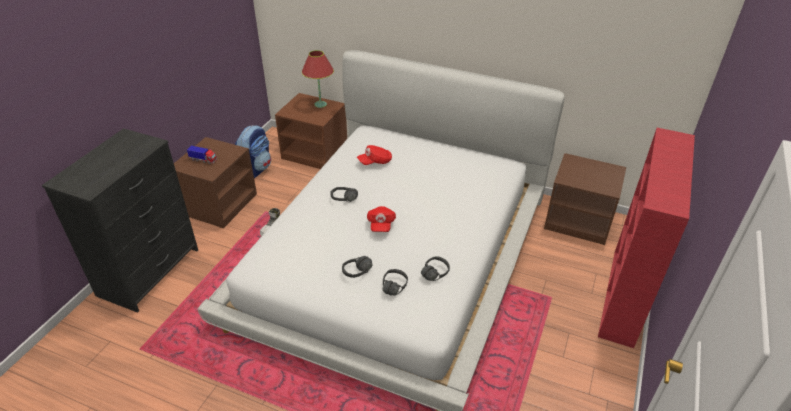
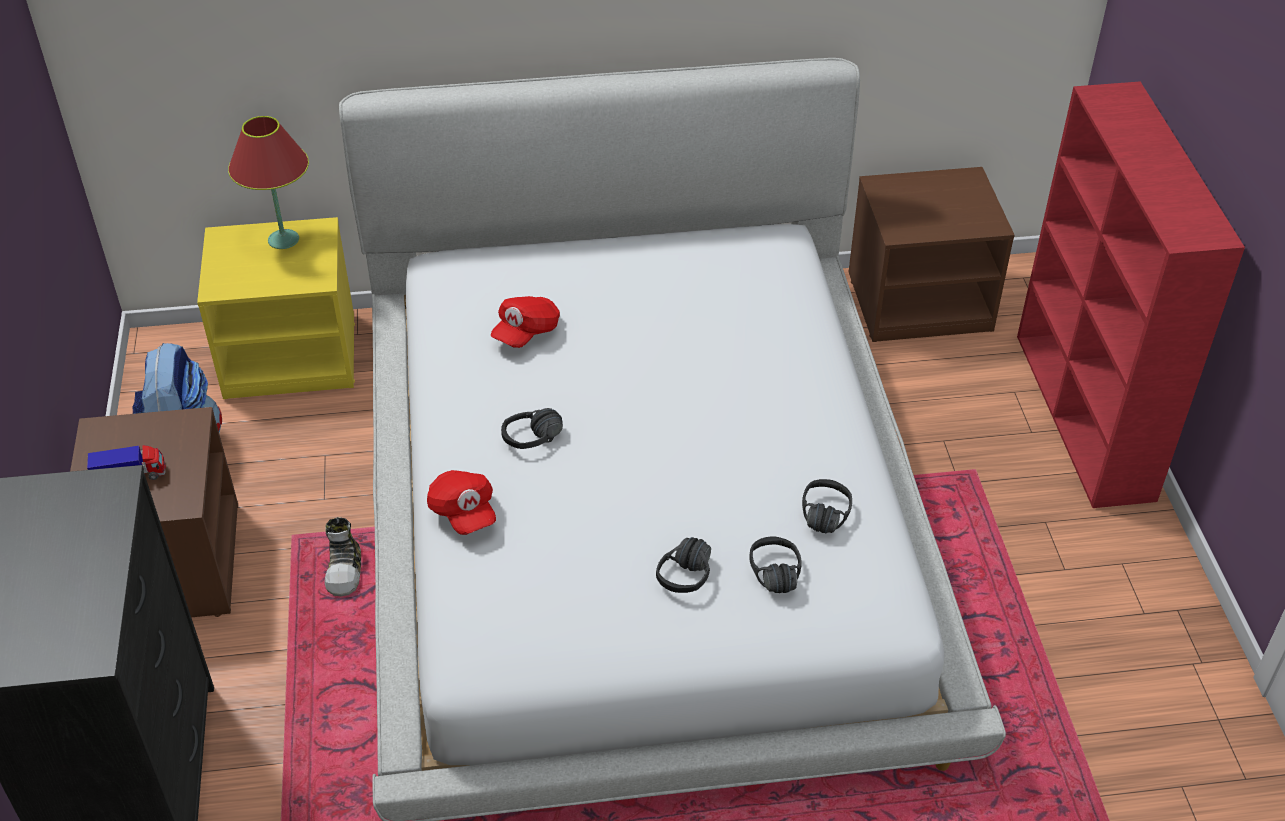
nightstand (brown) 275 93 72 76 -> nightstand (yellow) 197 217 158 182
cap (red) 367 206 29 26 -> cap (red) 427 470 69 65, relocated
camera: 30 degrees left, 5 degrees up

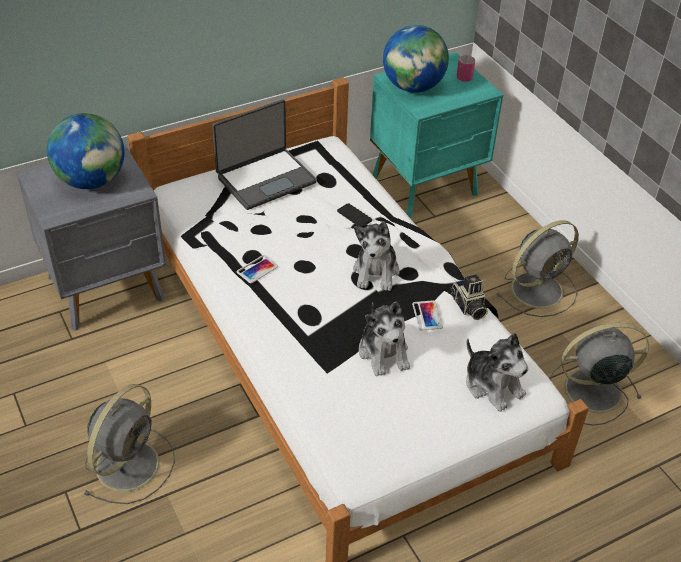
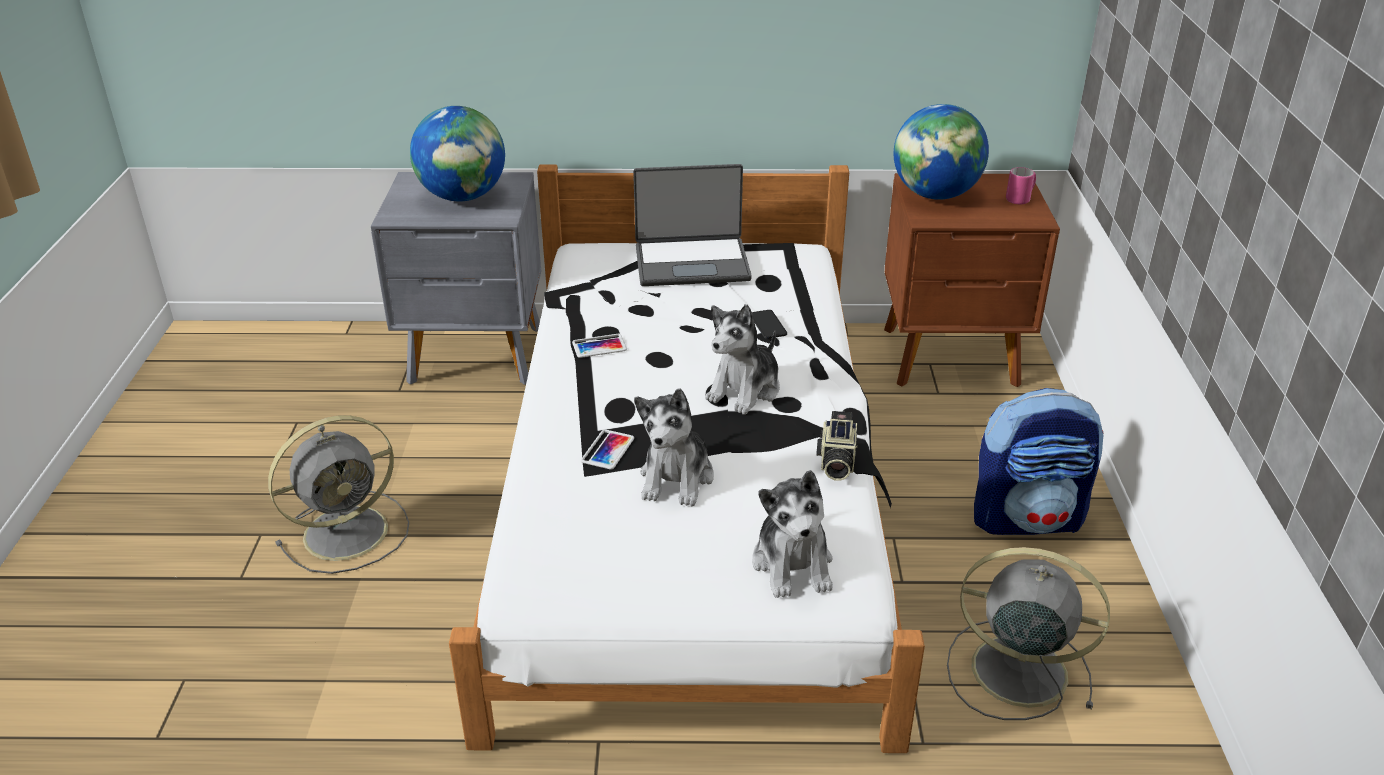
phone 412 300 31 31 -> phone 581 429 53 41, relocated
nightstand (turquoise) 370 52 133 167 -> nightstand (brown) 884 173 176 214
fan (grey) 496 220 83 97 -> backpack 974 388 129 147
camera: 30 degrees right, 10 degrees down

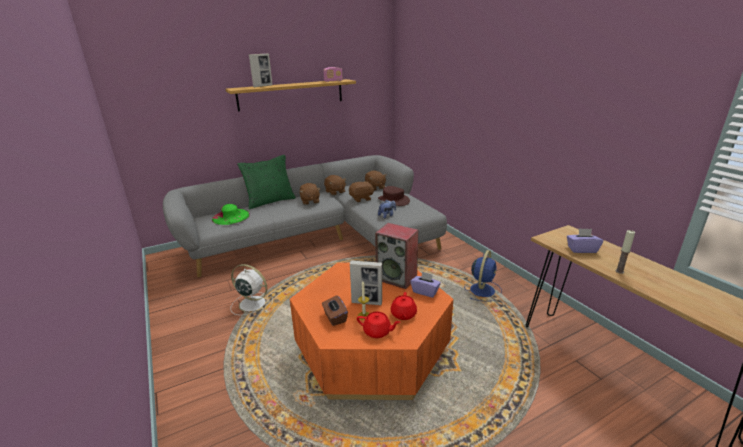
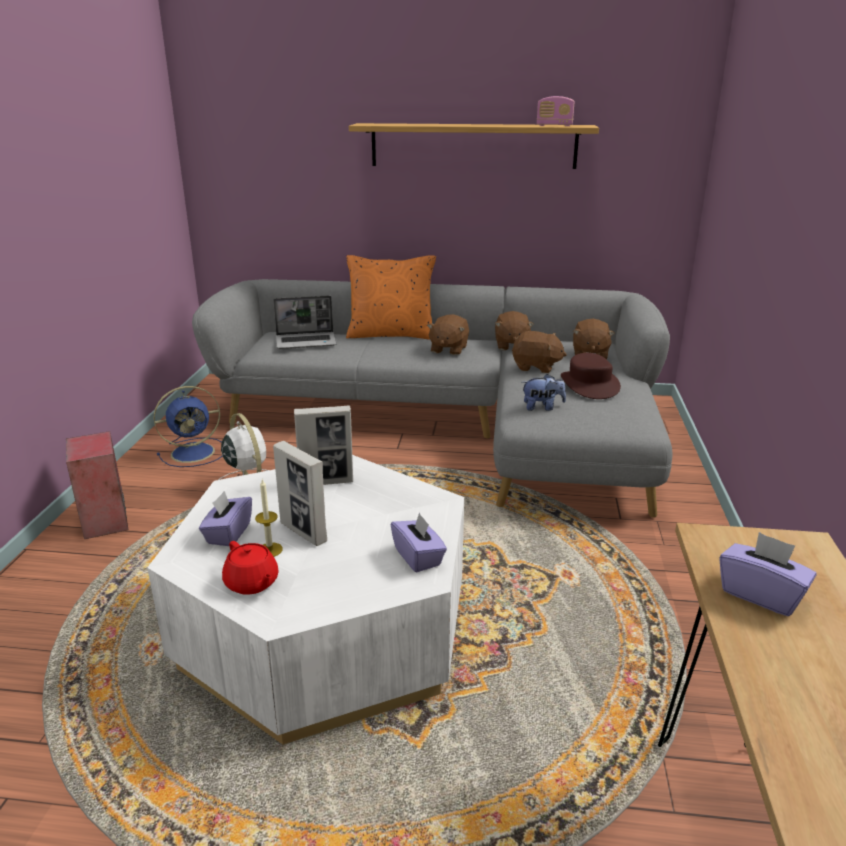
speaker 375 223 44 66 -> speaker 66 431 63 108, relocated
coffee table (orange) 290 262 163 138 -> coffee table (white) 147 455 317 290
fan (blue) 464 250 38 52 -> fan (blue) 154 386 68 81, relocated
tissue box (brown) 322 295 26 31 -> tissue box (purple) 199 491 53 55
hat (green) 212 204 38 21 -> laptop 273 295 64 54
picture frame 249 53 24 34 -> picture frame 294 405 59 80, relocated
pillow (green) 237 155 59 54 -> pillow (orange) 346 255 90 84
teapot (red) 391 292 26 28 -> none
candle 615 230 20 44 -> none
camera: 35 degrees right, 0 degrees up

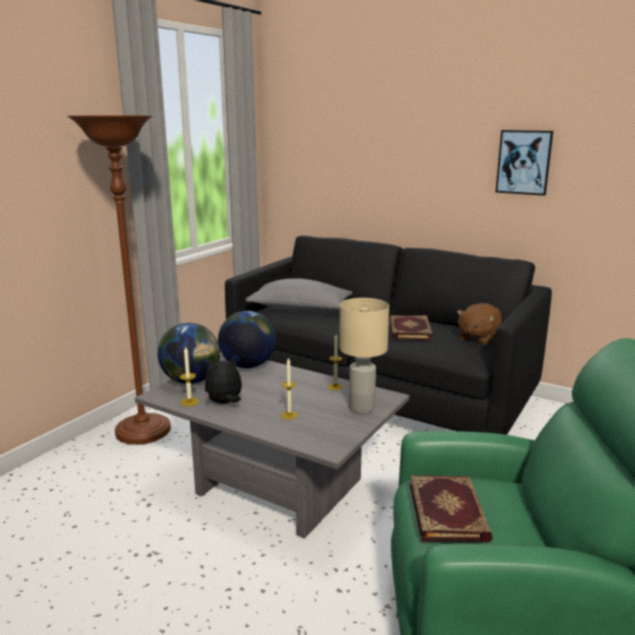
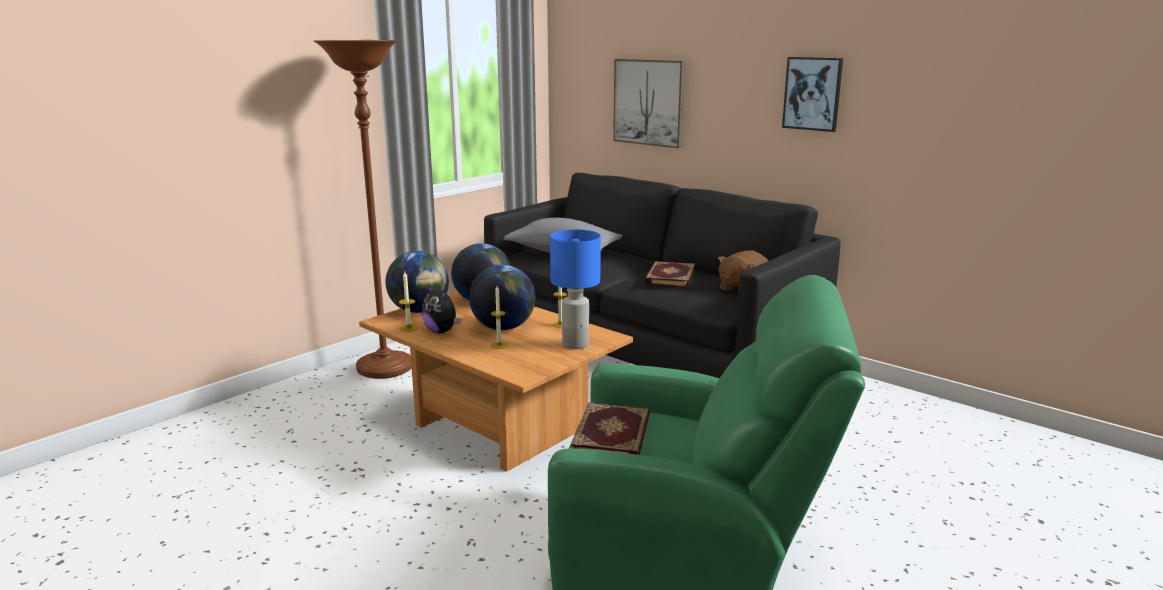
coffee table (grey) 135 354 274 185 -> coffee table (brown) 359 291 274 180
plush toy 205 357 37 47 -> plush toy 422 284 39 49, 120 degrees counterclockwise
none -> globe 469 265 66 65
table lamp (beige) 339 298 50 116 -> table lamp (blue) 550 229 51 120
none -> picture 613 59 73 89
camera: 10 degrees right, 0 degrees up

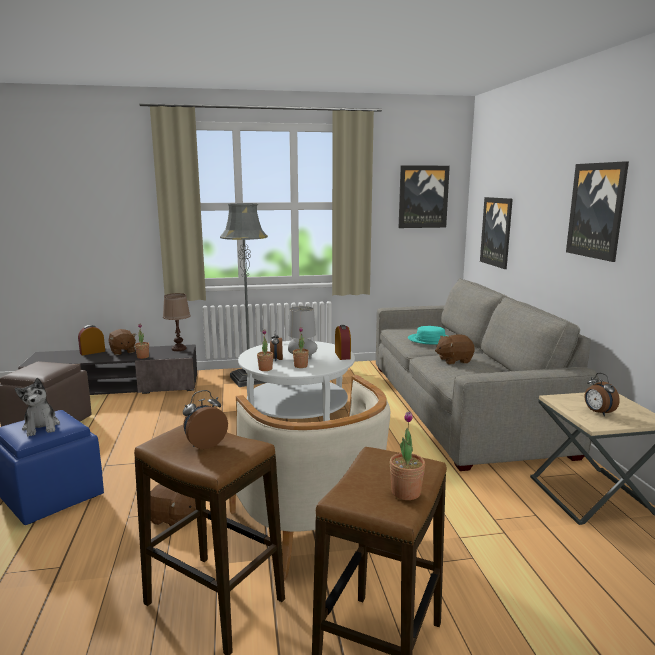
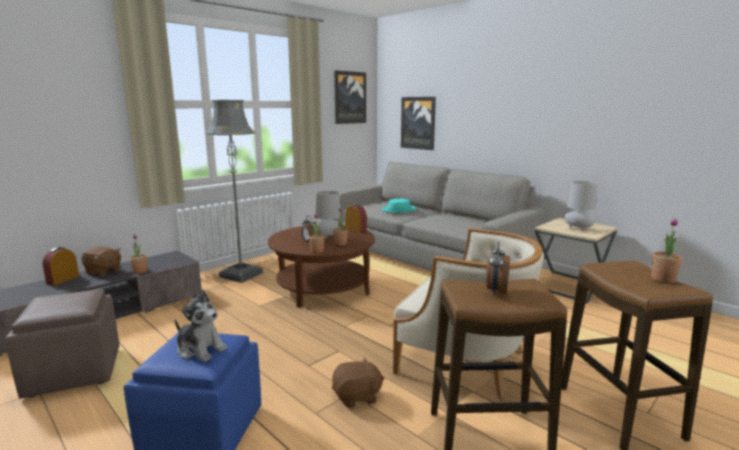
coffee table (white) 238 341 117 80 -> coffee table (brown) 268 225 107 83
alarm clock 585 373 35 43 -> table lamp (grey) 564 181 33 50
table lamp (brown) 163 293 27 58 -> none
plush toy (brown) 435 334 40 30 -> none
picture 566 161 63 101 -> none
camera: 35 degrees left, 0 degrees up

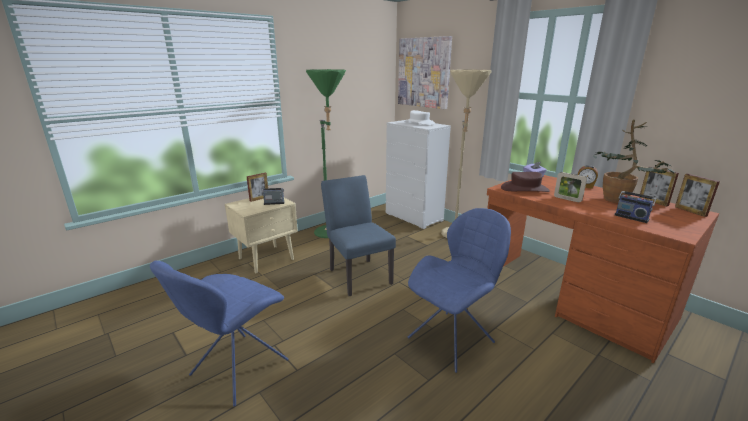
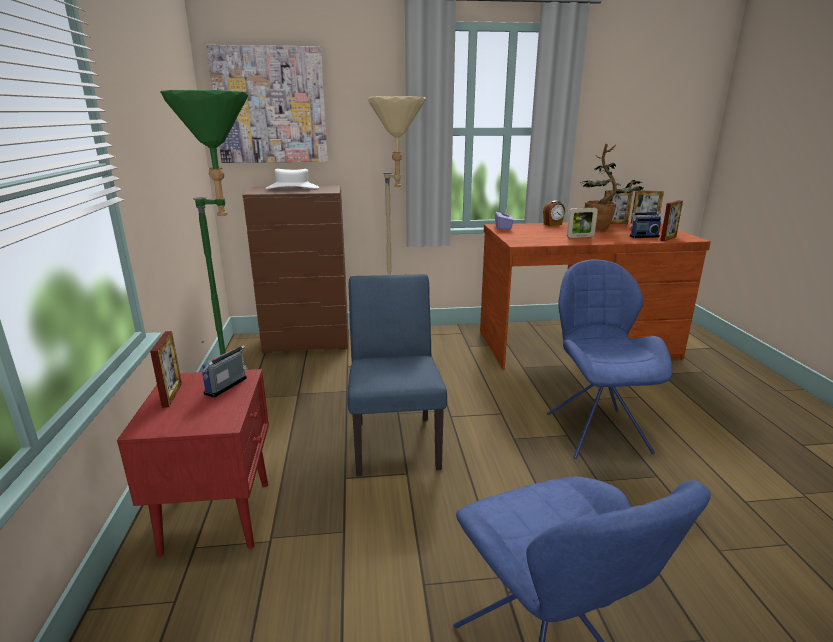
nightstand (beige) 225 198 73 75 -> nightstand (red) 117 369 152 188
dresser (white) 386 120 65 109 -> dresser (brown) 242 186 106 167
chair (blue) 321 175 75 121 -> chair (blue) 348 274 99 202, 75 degrees clockwise
none -> picture frame 660 200 23 41
hat (brown) 501 172 49 20 -> none
camera: 55 degrees left, 0 degrees up

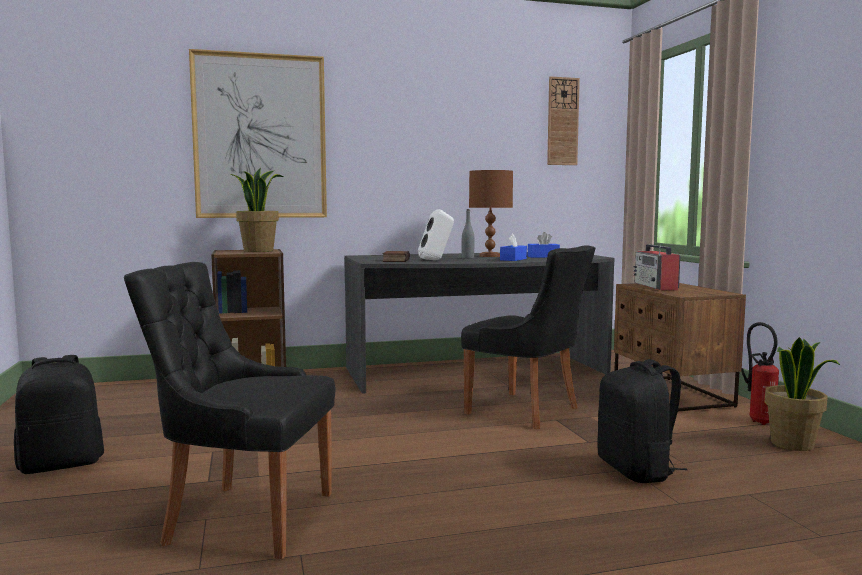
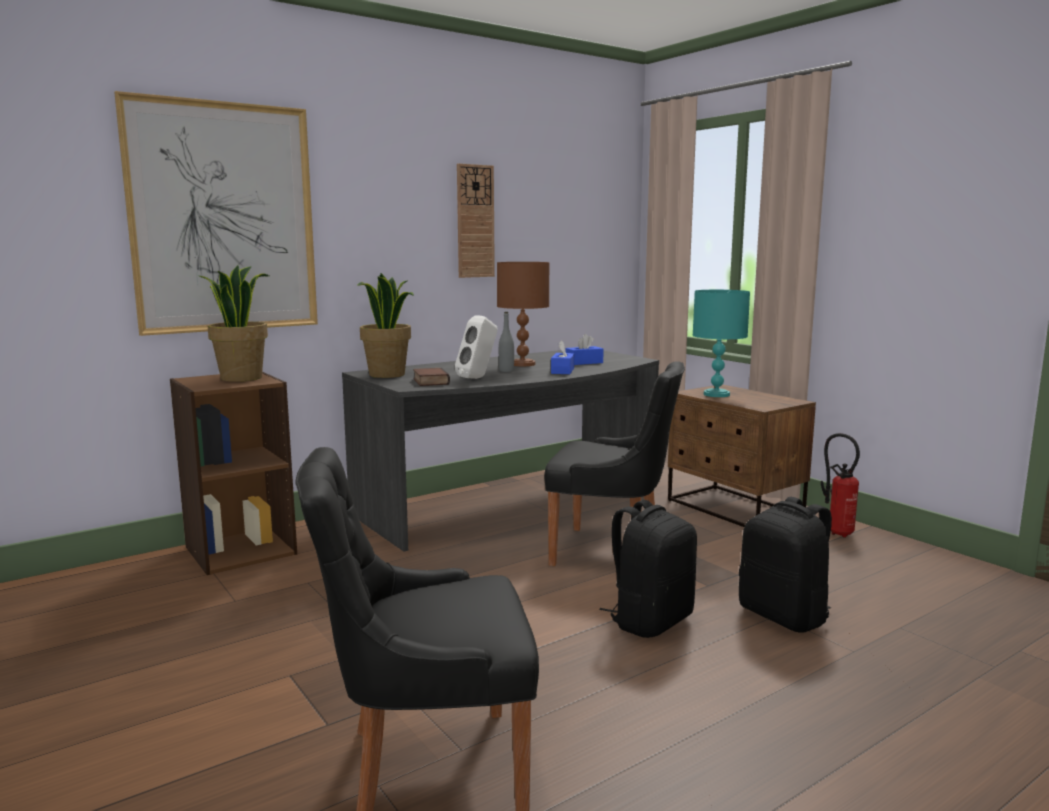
potted plant 765 337 75 114 -> potted plant 358 273 56 105, relocated
wall clock 547 77 33 88 -> wall clock 457 163 38 115, relocated
backpack (black) 14 355 90 119 -> backpack (black) 599 500 98 138, relocated
radio 633 244 47 47 -> table lamp (turquoise) 693 290 57 107
camera: 20 degrees left, 5 degrees up

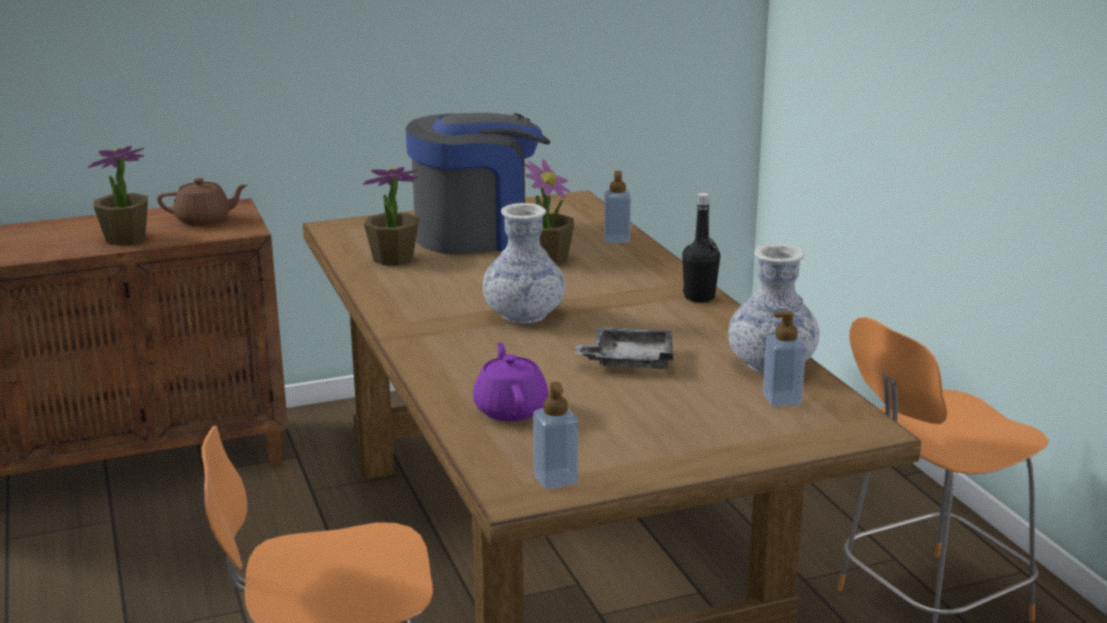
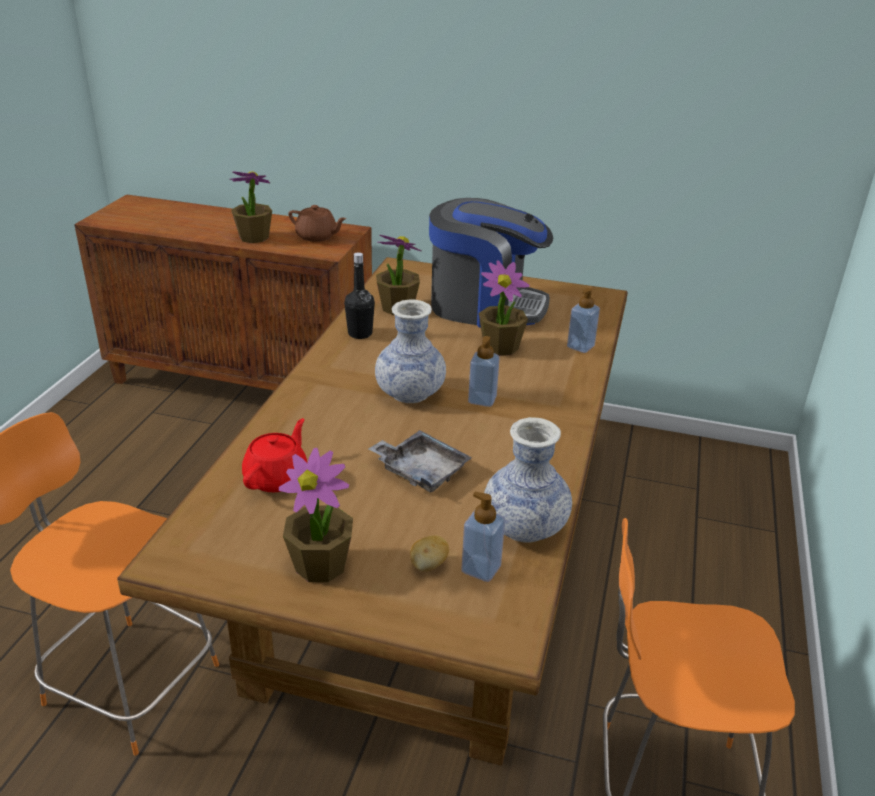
teapot (purple) 473 342 76 79 -> teapot (red) 242 418 65 74
none -> potted plant 279 448 74 134
bottle (black) 682 193 38 110 -> bottle (black) 344 252 31 87, relocated
none -> potato 410 535 39 36
soap dispenser 533 382 45 107 -> soap dispenser 468 336 32 71, relocated
camera: 35 degrees right, 10 degrees up

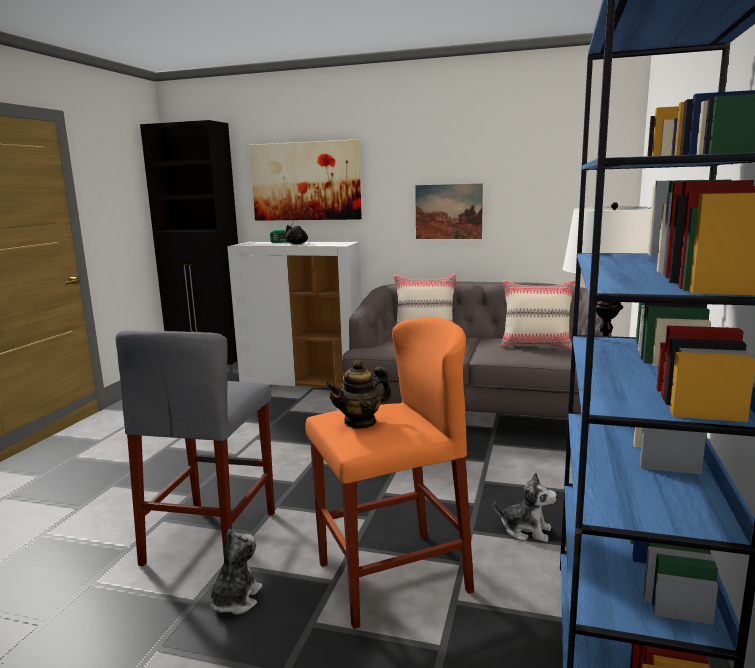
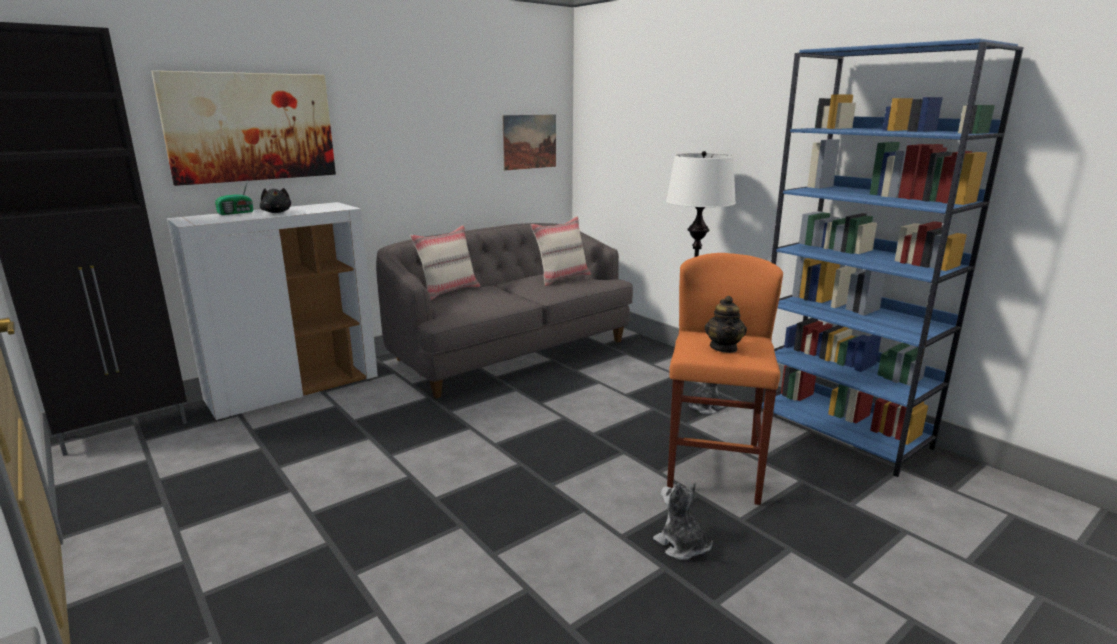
picture 415 184 68 55 -> picture 502 114 54 56, relocated
stool (grey) 115 330 160 236 -> none
camera: 55 degrees left, 5 degrees up

